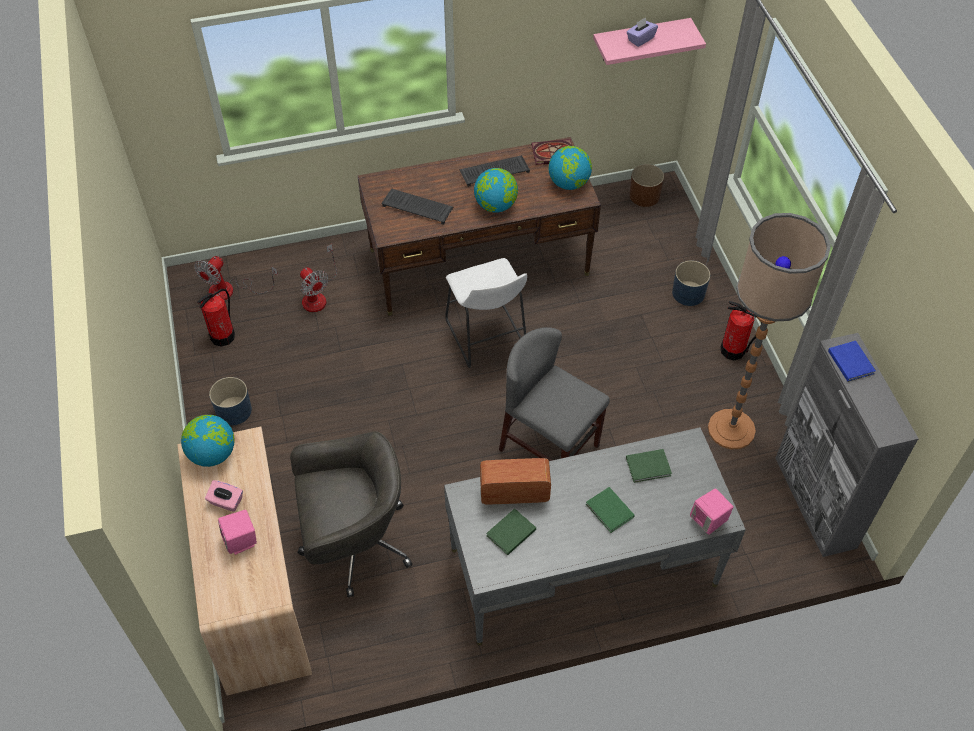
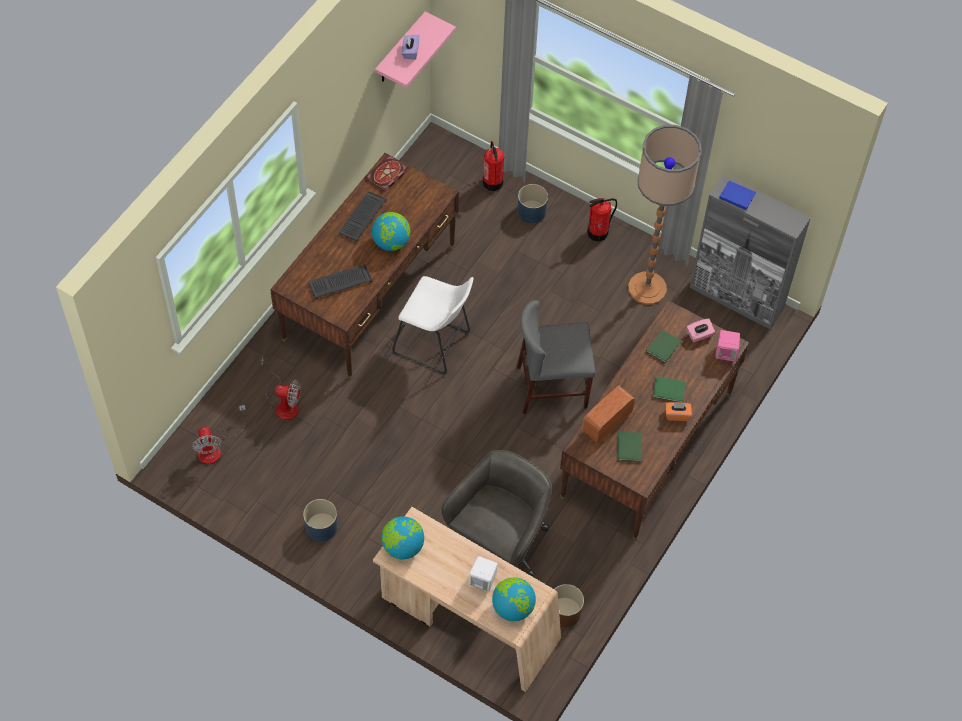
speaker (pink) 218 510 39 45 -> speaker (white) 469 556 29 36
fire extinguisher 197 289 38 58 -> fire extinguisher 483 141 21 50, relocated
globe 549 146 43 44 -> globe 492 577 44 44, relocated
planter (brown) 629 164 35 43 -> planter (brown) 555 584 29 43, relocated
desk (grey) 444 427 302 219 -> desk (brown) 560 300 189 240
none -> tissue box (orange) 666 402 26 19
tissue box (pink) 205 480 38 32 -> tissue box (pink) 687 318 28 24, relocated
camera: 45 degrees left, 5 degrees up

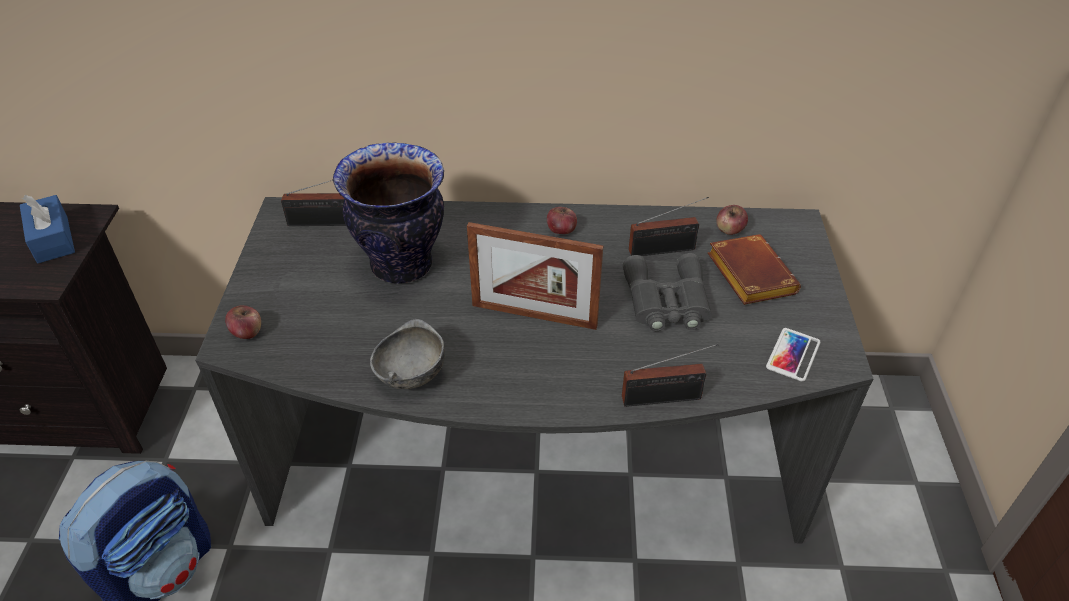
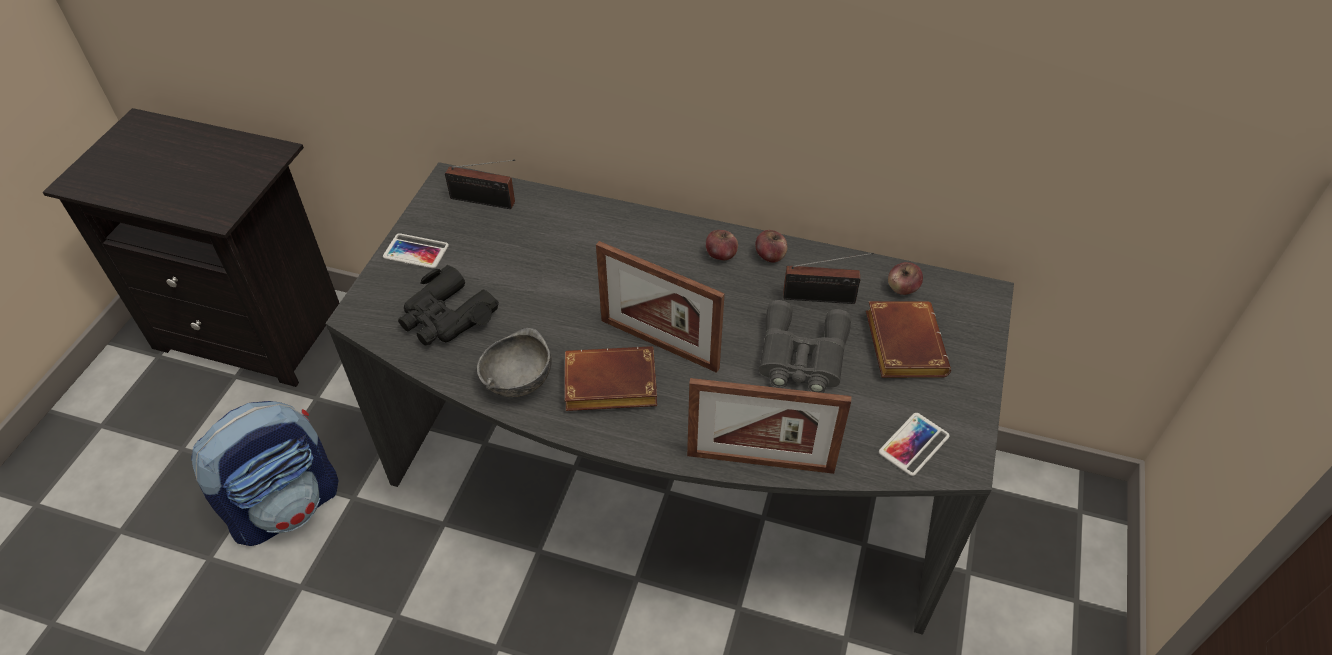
none -> phone 383 233 66 35
none -> binoculars (black) 398 265 101 81
none -> book (brown) 565 346 92 65
radio 622 344 96 63 -> picture frame 687 378 164 96
apple 225 305 36 34 -> apple 755 230 32 33, relocated
tissue box (blue) 20 195 55 68 -> none
vase 333 142 111 142 -> none
camera: 15 degrees right, 5 degrees up

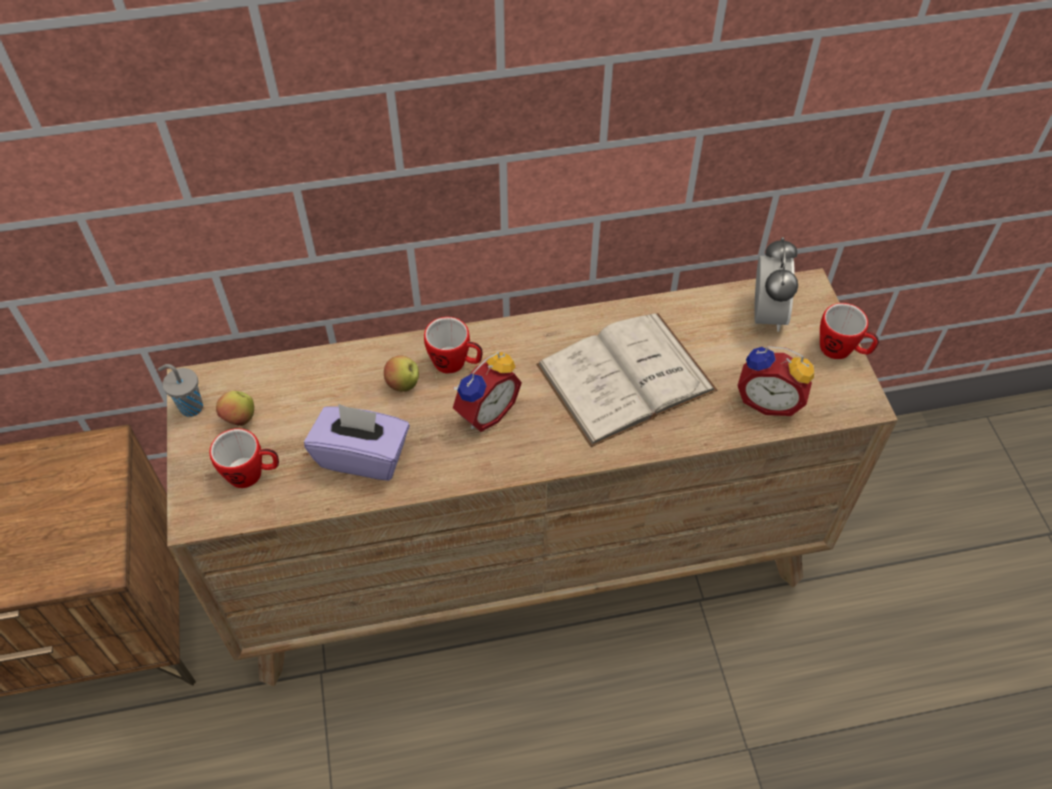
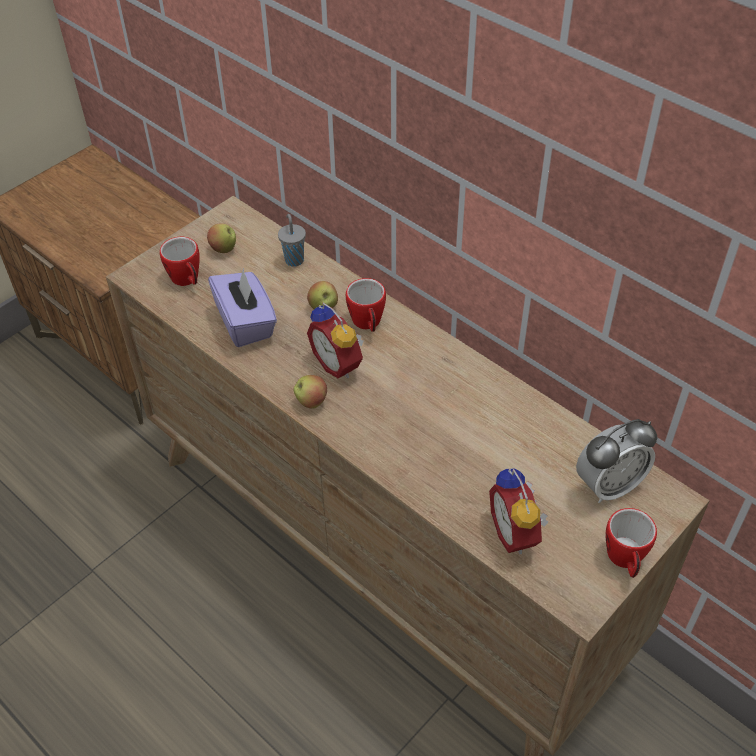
cup (grey) 158 364 45 53 -> cup (grey) 278 214 28 53, relocated
none -> apple 293 375 34 34
alarm clock 453 352 69 80 -> alarm clock 307 303 56 75, 45 degrees clockwise
book (white) 536 313 181 134 -> none
camera: 55 degrees right, 5 degrees down

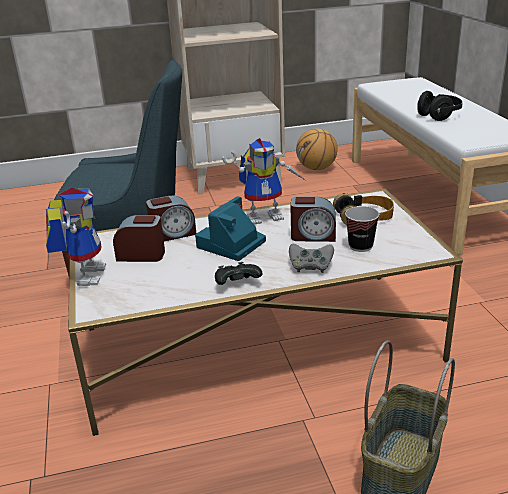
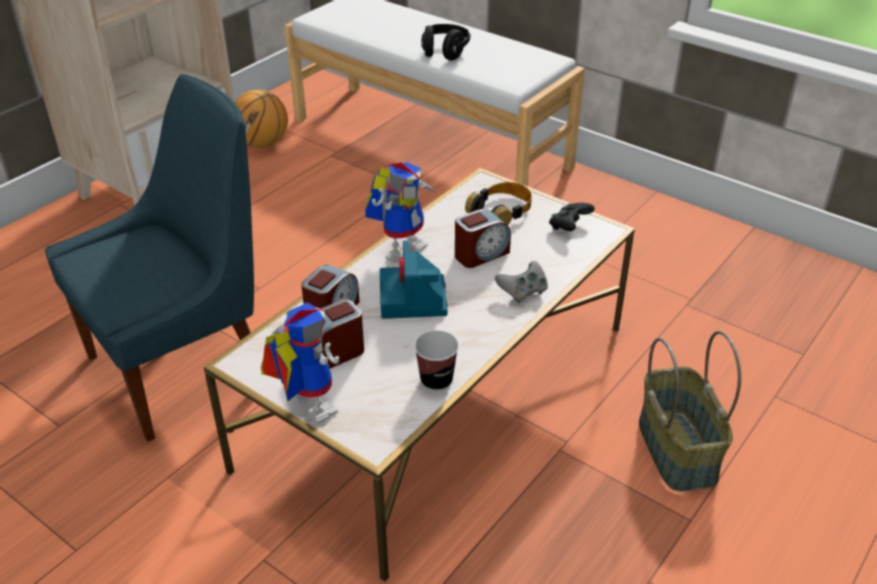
cup 345 206 34 46 -> cup 414 330 45 61, relocated
game controller (black) 215 262 48 23 -> game controller (black) 549 203 46 28, relocated
camera: 40 degrees left, 10 degrees up

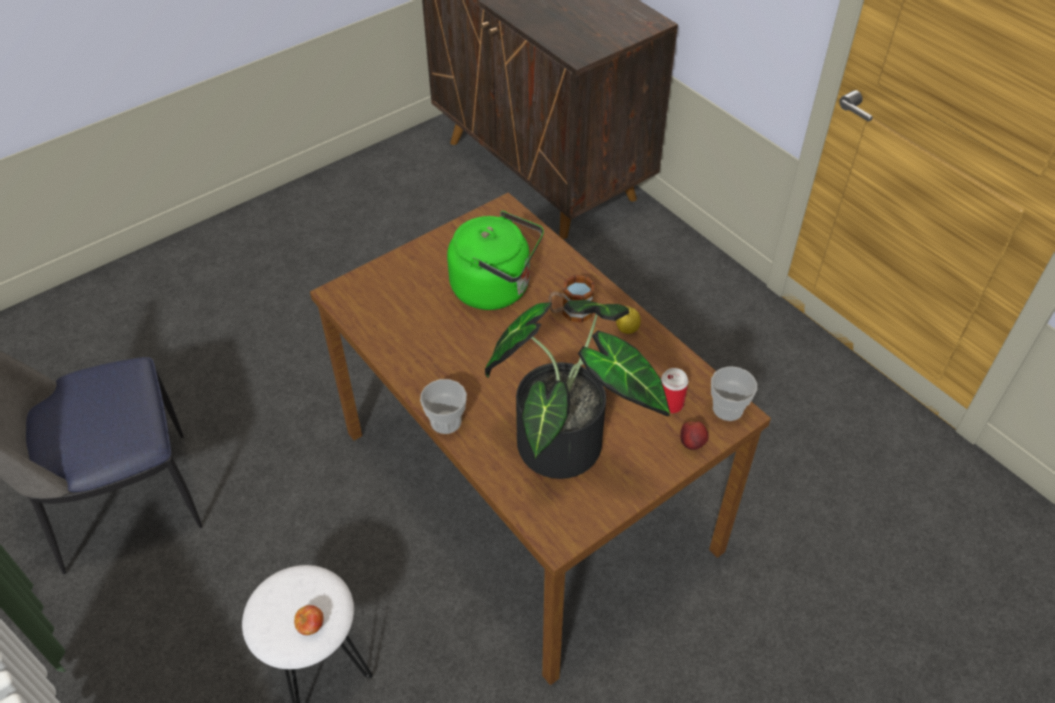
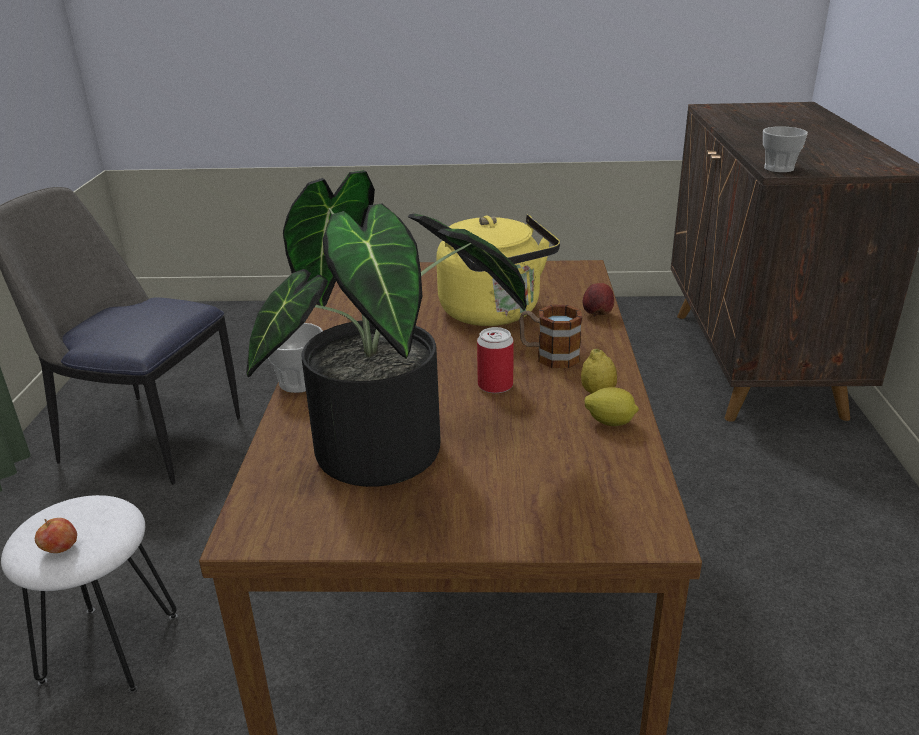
kettle (green) 447 211 97 99 -> kettle (yellow) 436 215 124 111
can 661 368 27 45 -> can 477 327 37 66, relocated
apple 680 421 29 29 -> apple 583 283 31 34, relocated
none -> lemon 585 387 54 39
cup 711 366 46 55 -> cup 763 126 45 47, relocated
camera: 40 degrees right, 20 degrees down

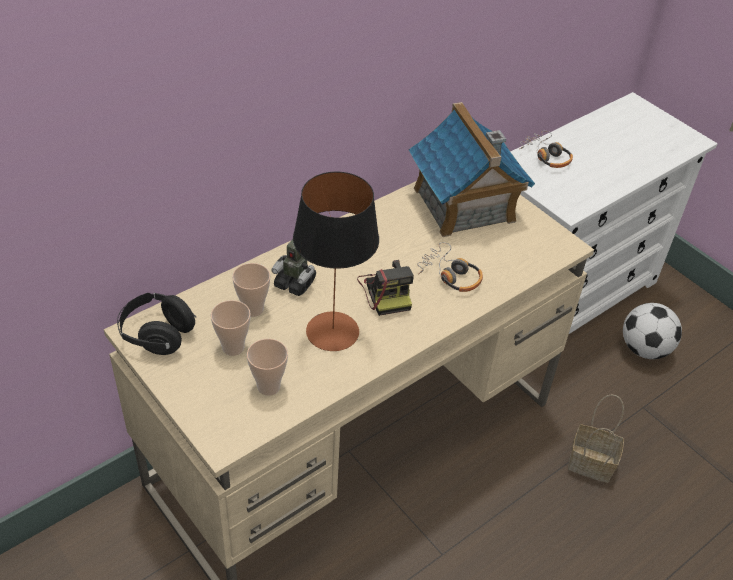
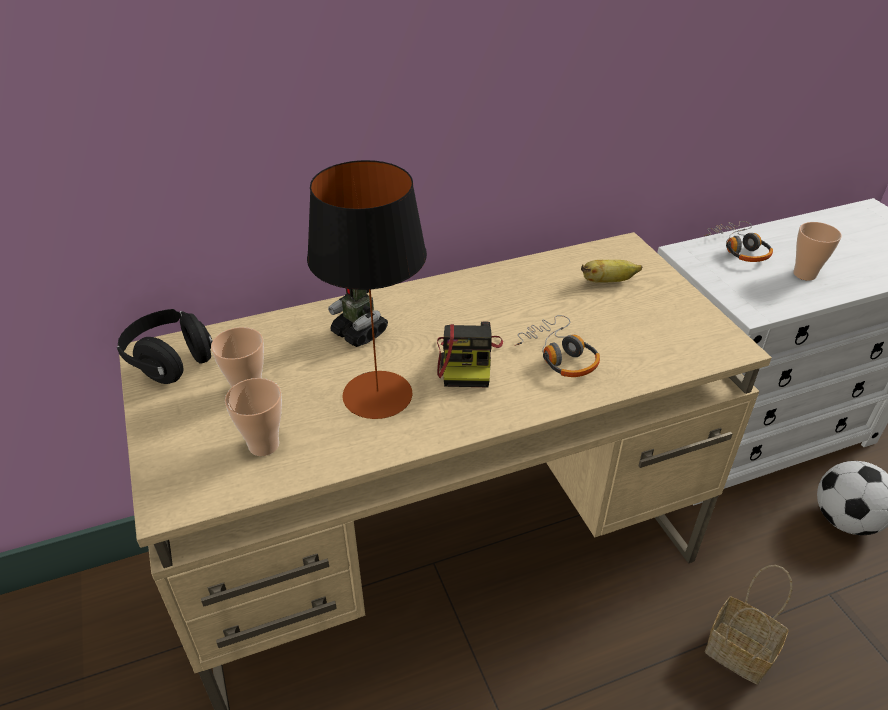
toy house 408 102 127 135 -> banana 581 260 61 23
cup 232 263 38 54 -> cup 793 222 49 58, relocated
camera: 20 degrees right, 5 degrees down

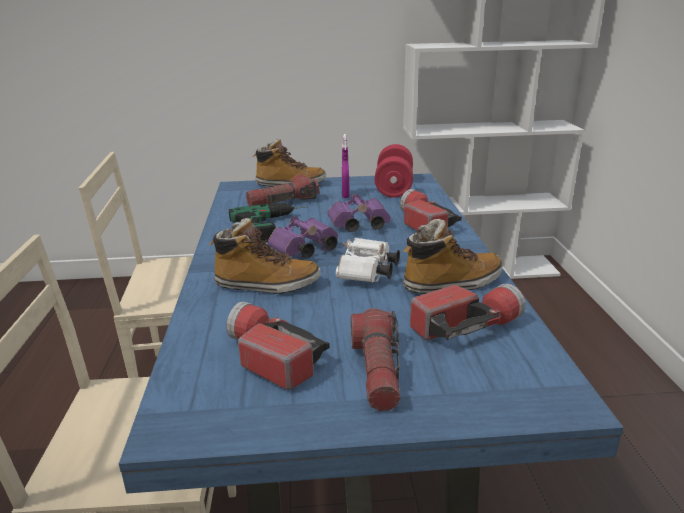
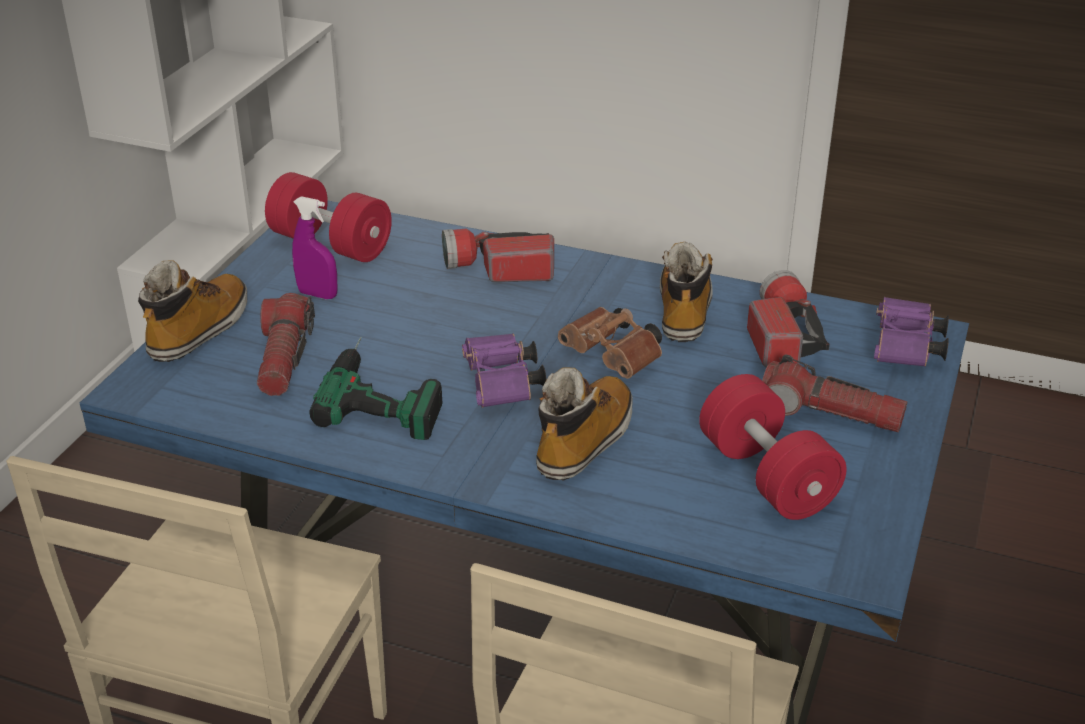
binoculars (white) 336 238 64 44 -> binoculars (brown) 558 307 104 72
flashlight 226 302 104 88 -> dumbbell (red) 699 374 148 146
binoculars (purple) 328 194 63 38 -> binoculars (purple) 874 297 75 70, relocated
camera: 65 degrees left, 10 degrees up

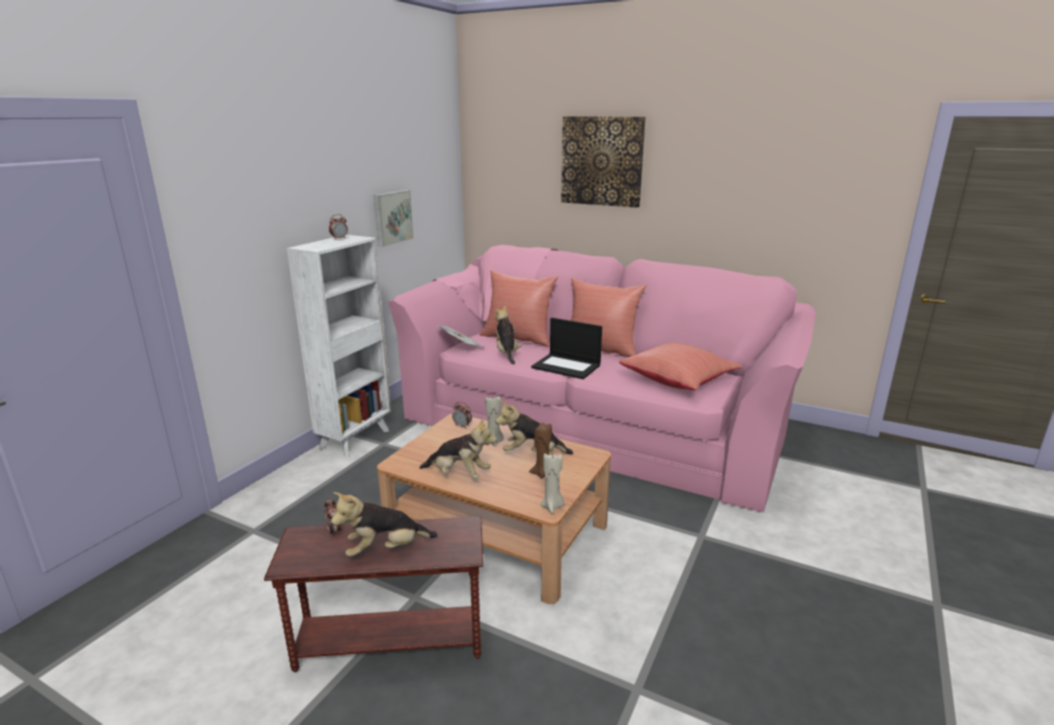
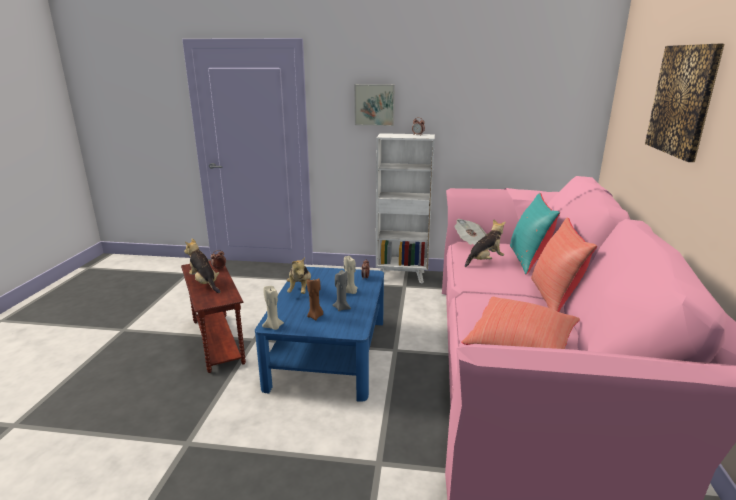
coffee table (brown) 377 414 234 190 -> coffee table (blue) 255 267 129 135
plush toy 495 401 78 53 -> candle (grey) 332 270 19 41
picture 373 190 41 57 -> picture 354 84 41 42, relocated
pillow (red) 479 270 79 77 -> pillow (turquoise) 510 193 50 82
laptop 531 317 71 62 -> none
camera: 70 degrees right, 0 degrees up

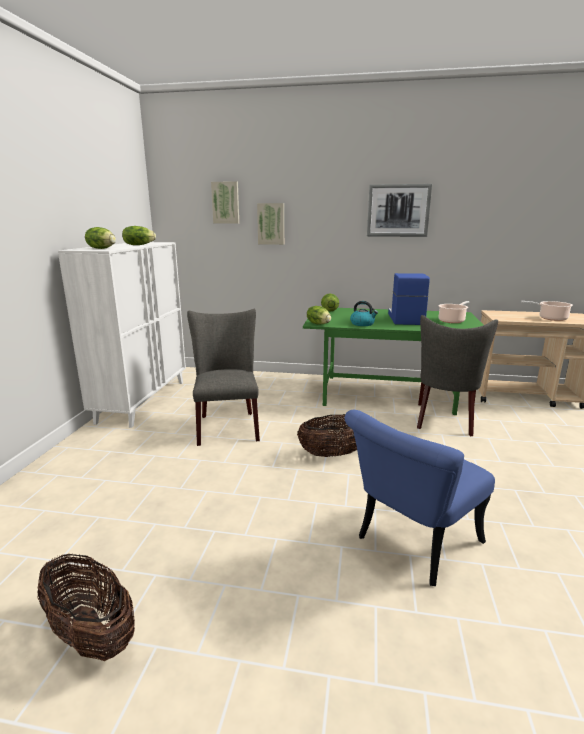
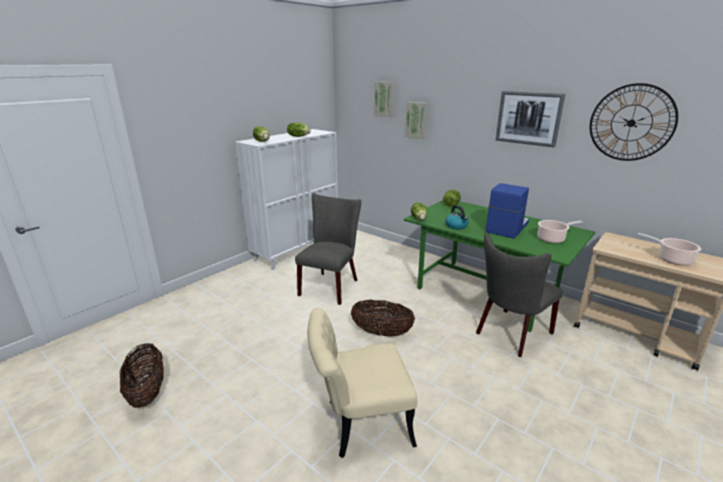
chair (blue) 345 410 150 176 -> chair (beige) 307 308 110 150
none -> wall clock 590 83 88 78
camera: 30 degrees right, 5 degrees up

